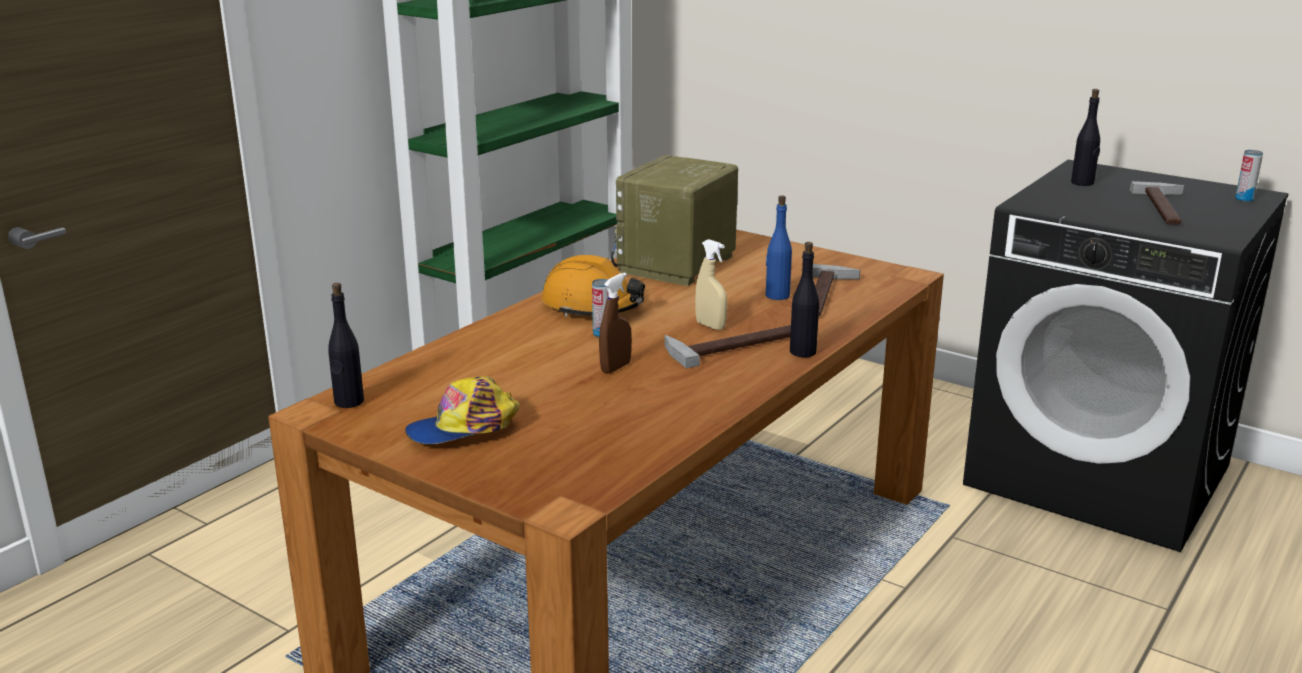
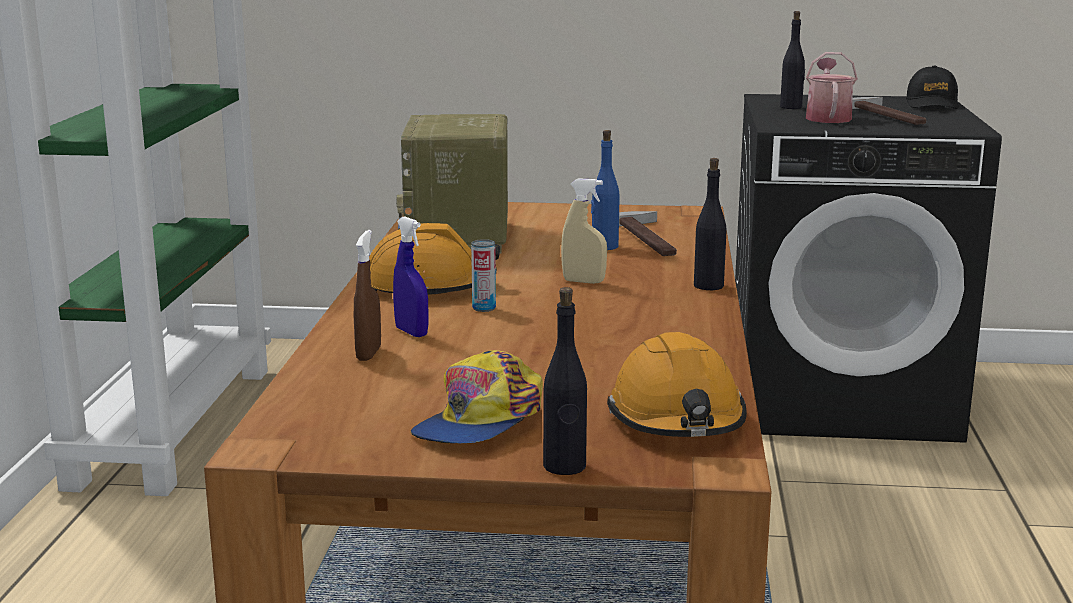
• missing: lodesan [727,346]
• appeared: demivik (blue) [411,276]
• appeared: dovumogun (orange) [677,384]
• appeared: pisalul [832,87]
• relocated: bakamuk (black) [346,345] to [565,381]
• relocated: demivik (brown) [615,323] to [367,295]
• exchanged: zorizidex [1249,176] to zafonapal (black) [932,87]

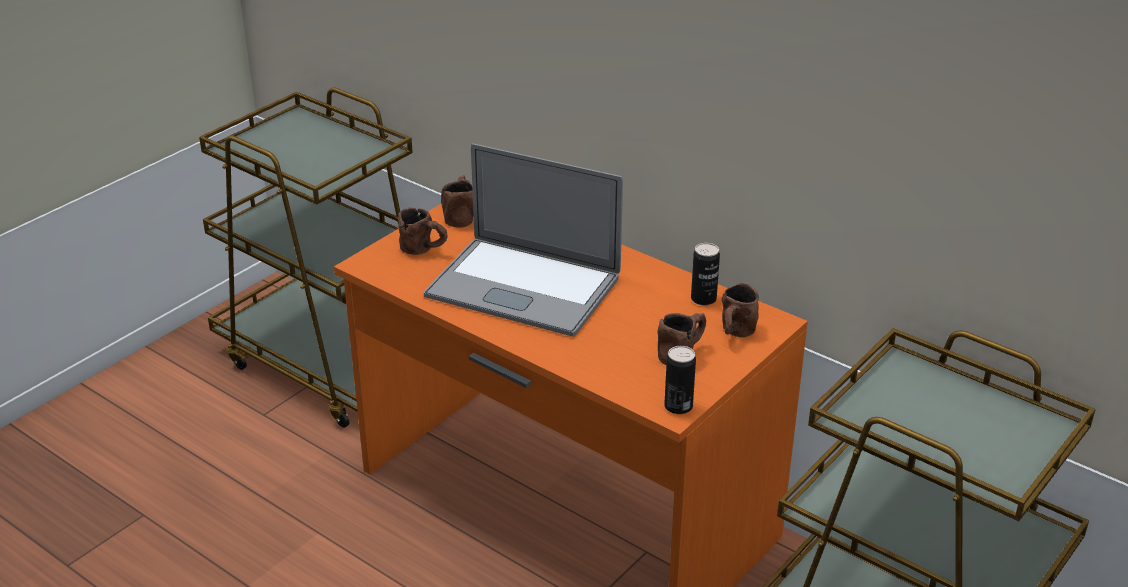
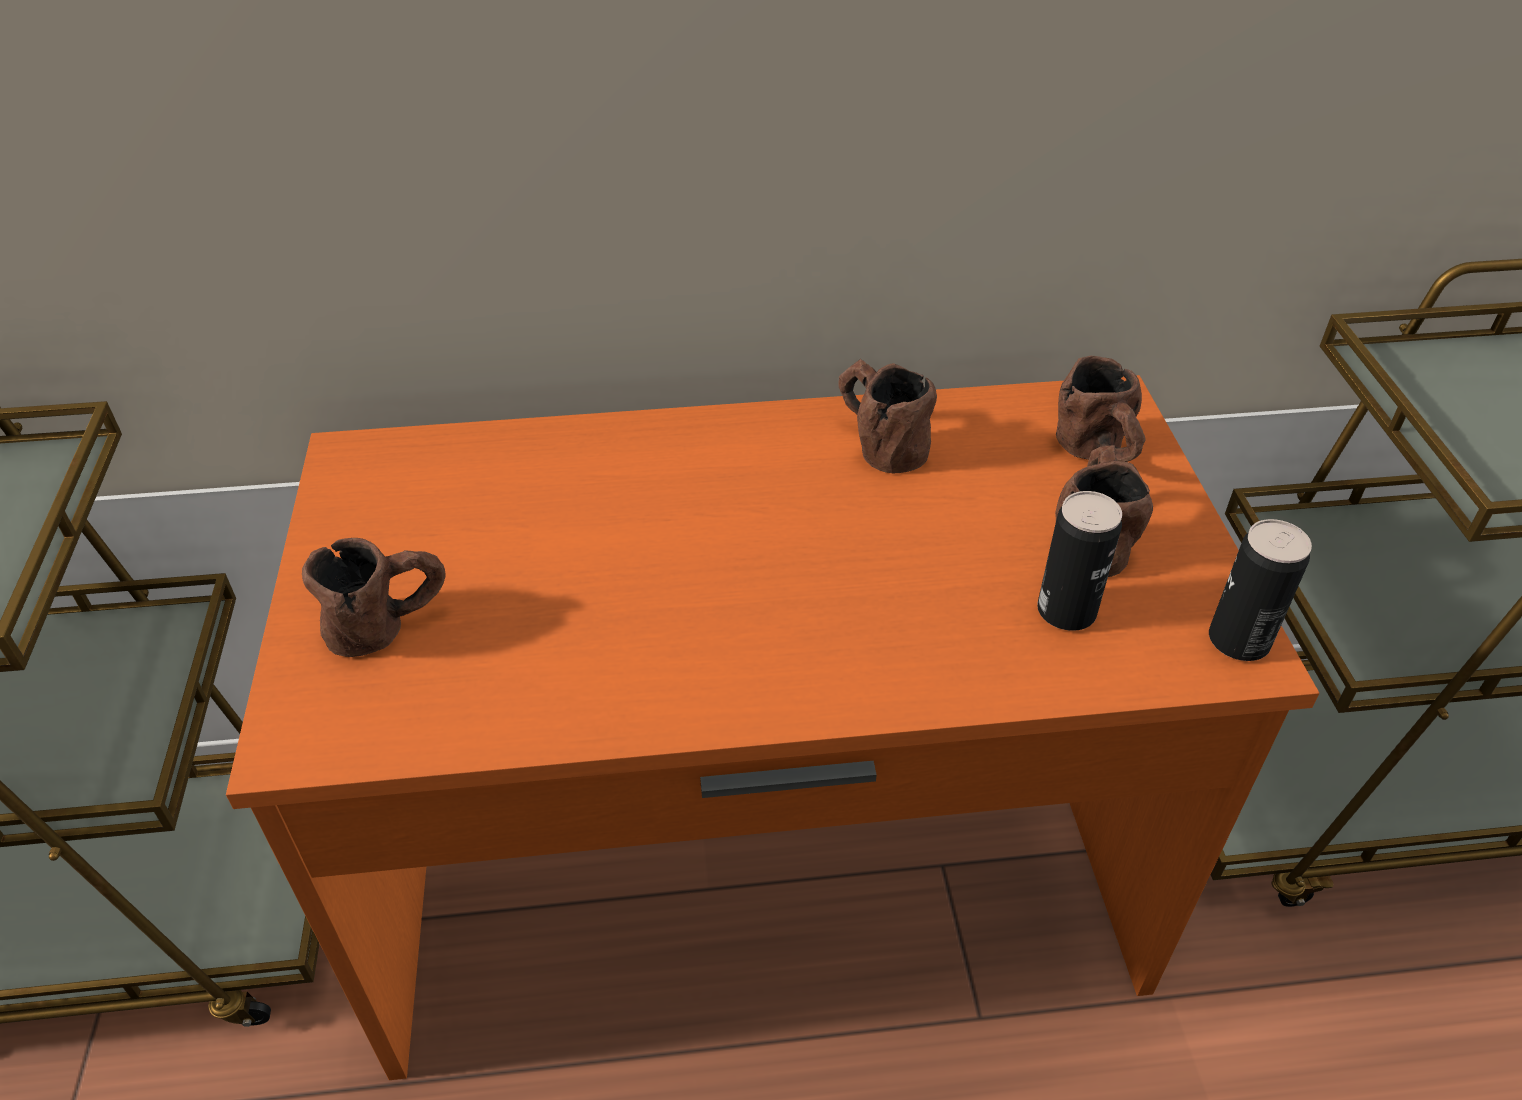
• missing: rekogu [523,240]
• relocated: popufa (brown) [457,201] to [887,416]
• relocated: zorizidex [705,274] to [1079,561]

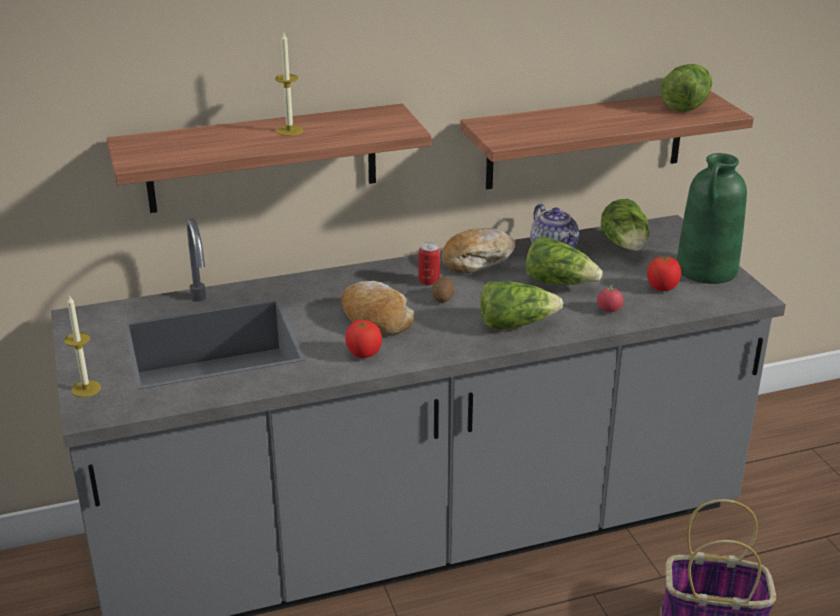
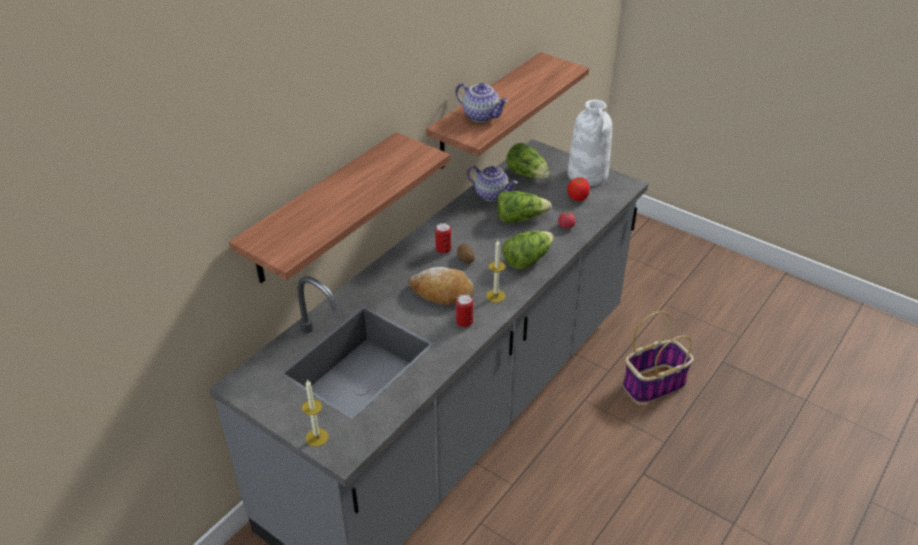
• missing: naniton [478,250]
• missing: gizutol [686,88]
• appeared: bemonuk [481,102]
• relocated: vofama [289,84] to [495,271]
• exchanged: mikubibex [363,339] to zorizidex [464,310]
• colour: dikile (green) [712,218] to dikile (white) [590,143]

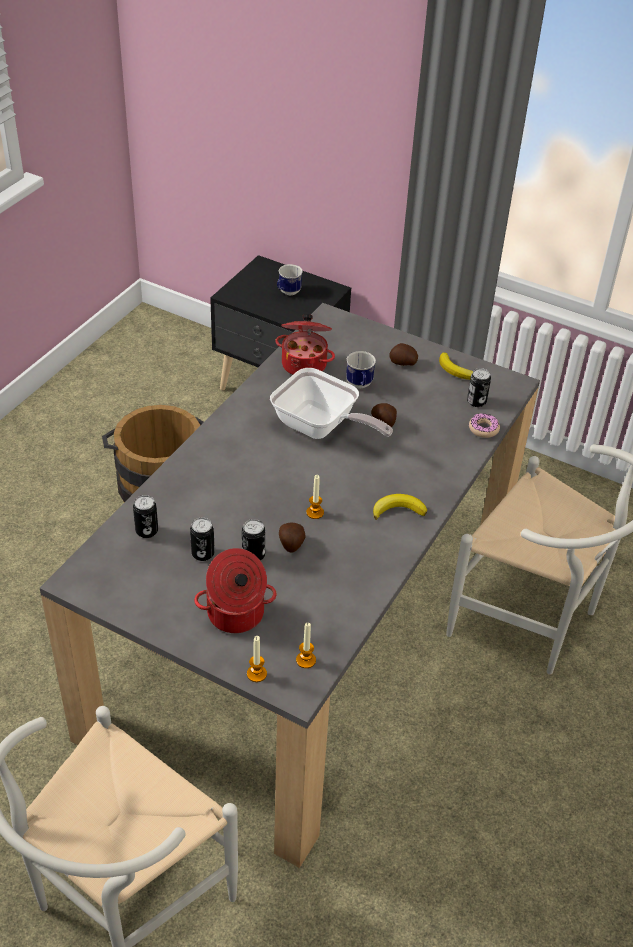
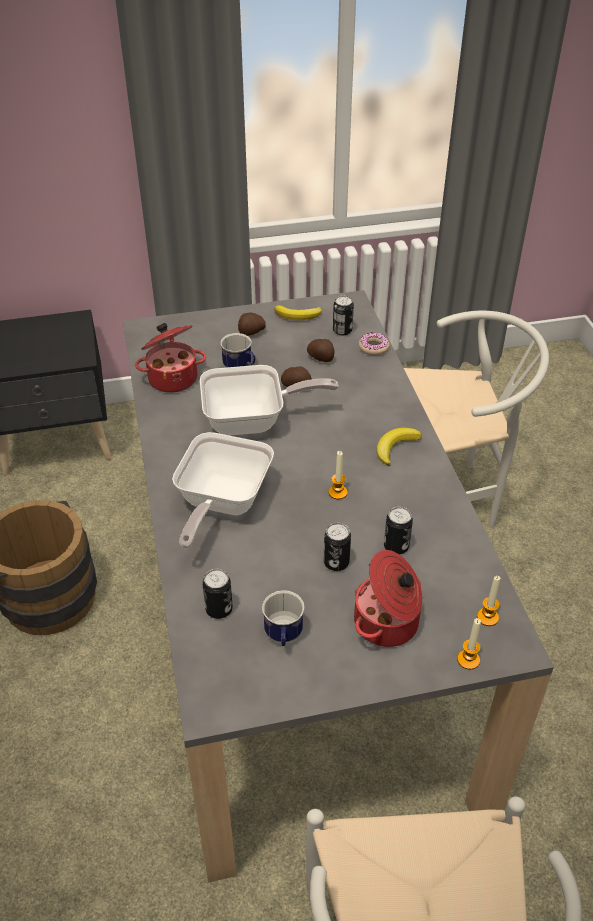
• appeared: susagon [223,490]
• relocated: zorizidex [202,539] to [398,531]
• relocated: popufa [290,279] to [283,618]
• relocated: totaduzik [292,538] to [320,350]

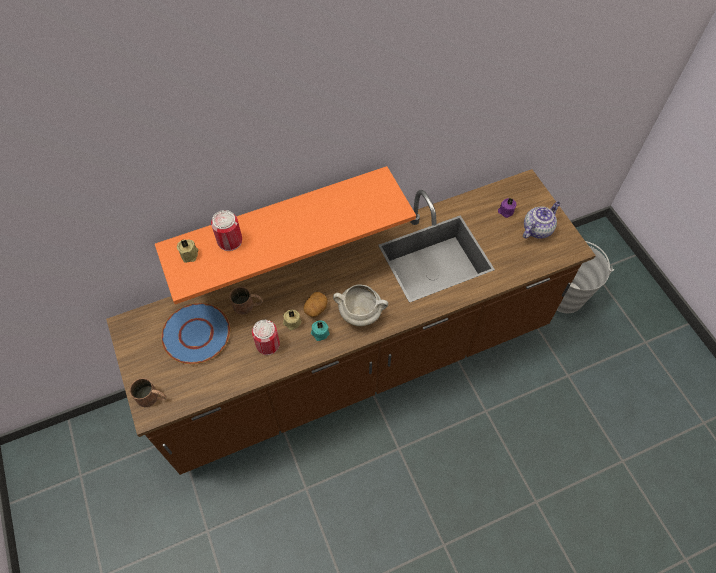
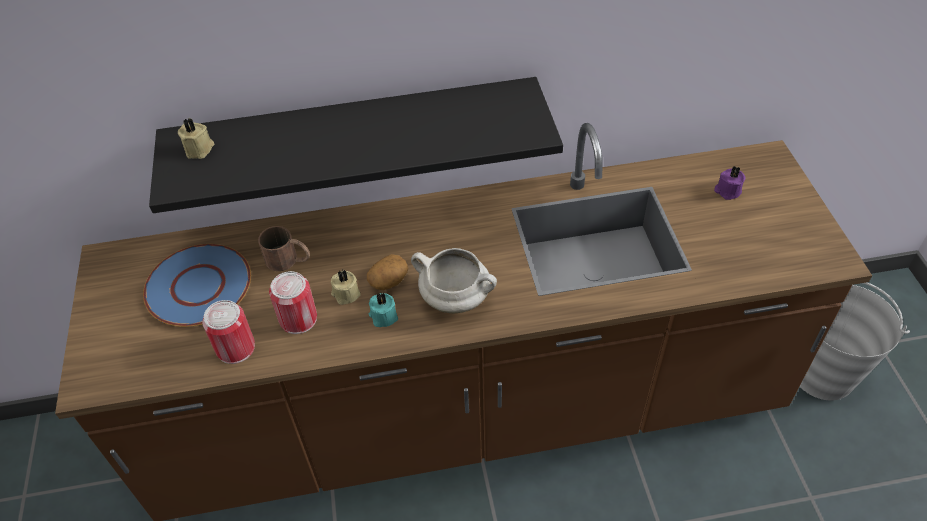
• missing: popufa (brown) [148,392]
• missing: bemonuk [541,220]
• relocated: zorizidex [226,230] to [228,332]
• colour: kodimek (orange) [285,235] to kodimek (black) [356,145]

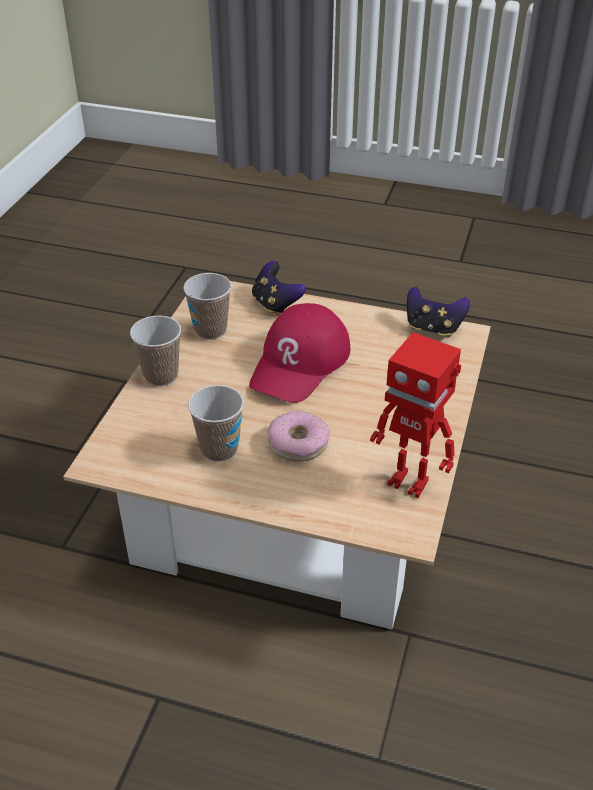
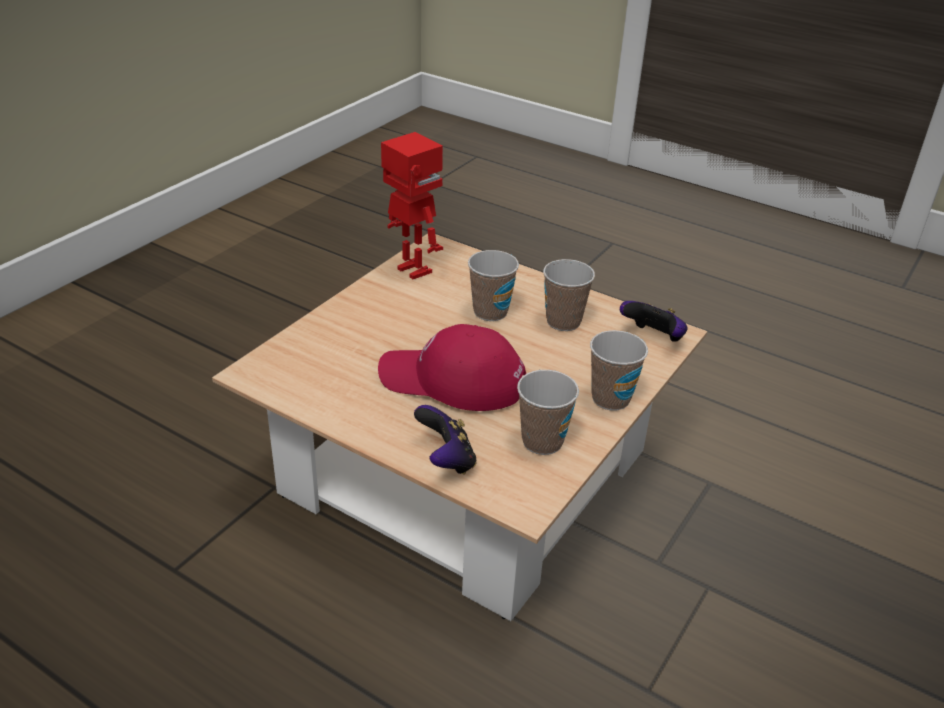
• relocated: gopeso [438,312] to [654,321]
• exchanged: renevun [298,436] to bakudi [493,285]
• spun: zafonapal (red) [300,353] = [452,367] 120 degrees counterclockwise

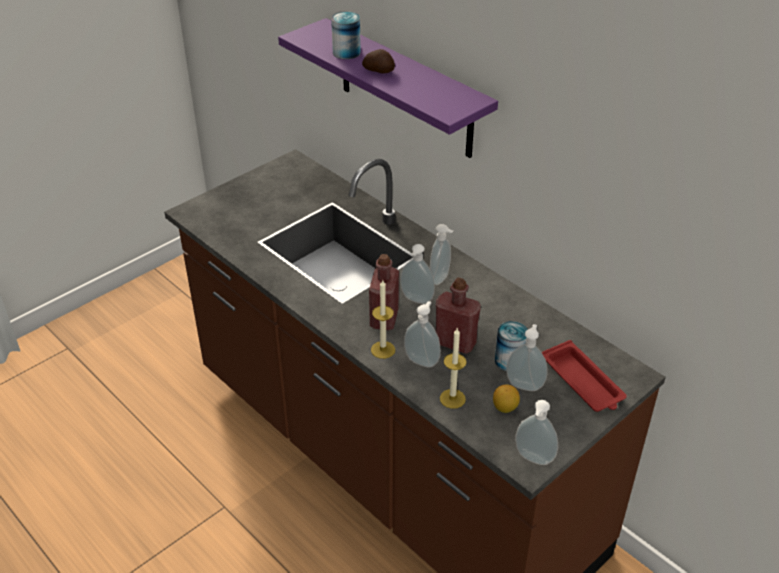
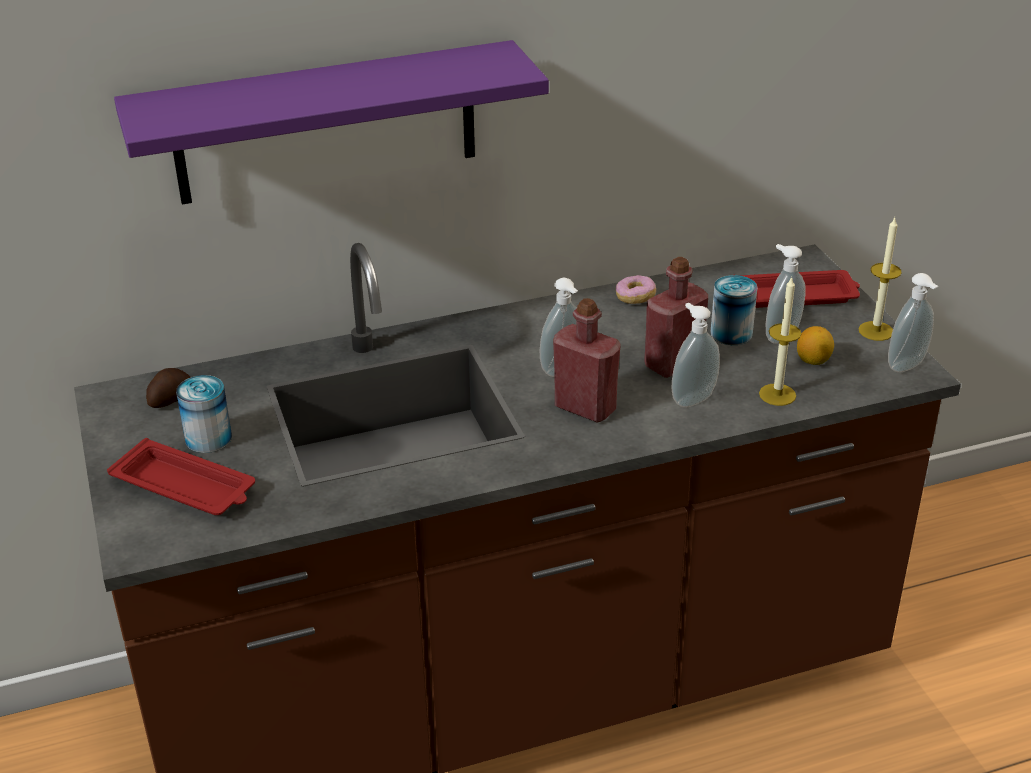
• missing: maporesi [441,254]
• appeared: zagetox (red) [181,476]
• appeared: renevun [636,289]
• relocated: zorizidex [346,35] to [204,414]
• relocated: totaduzik [378,61] to [168,388]
• relocated: vofama [383,319] to [880,279]

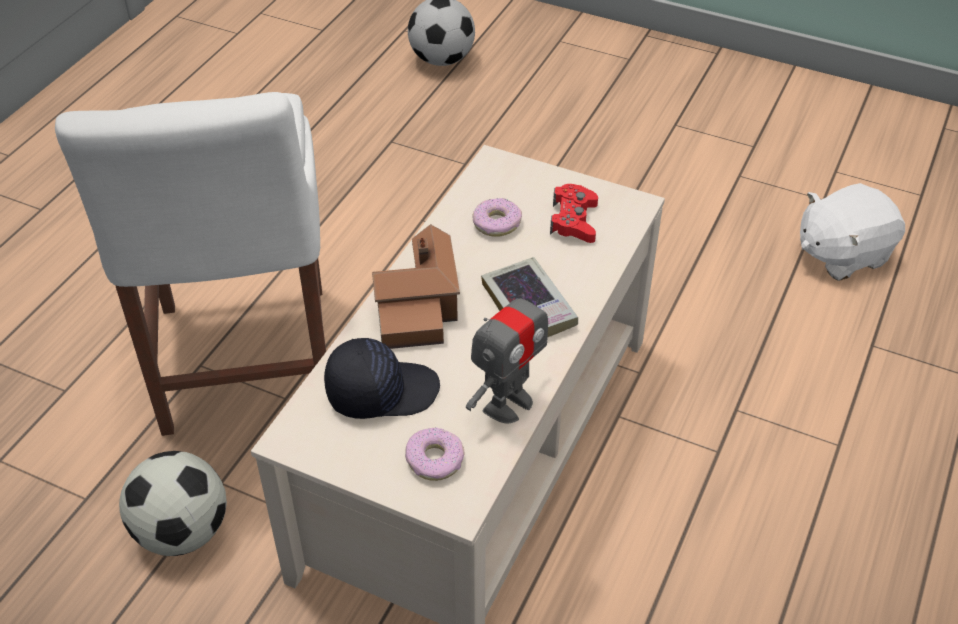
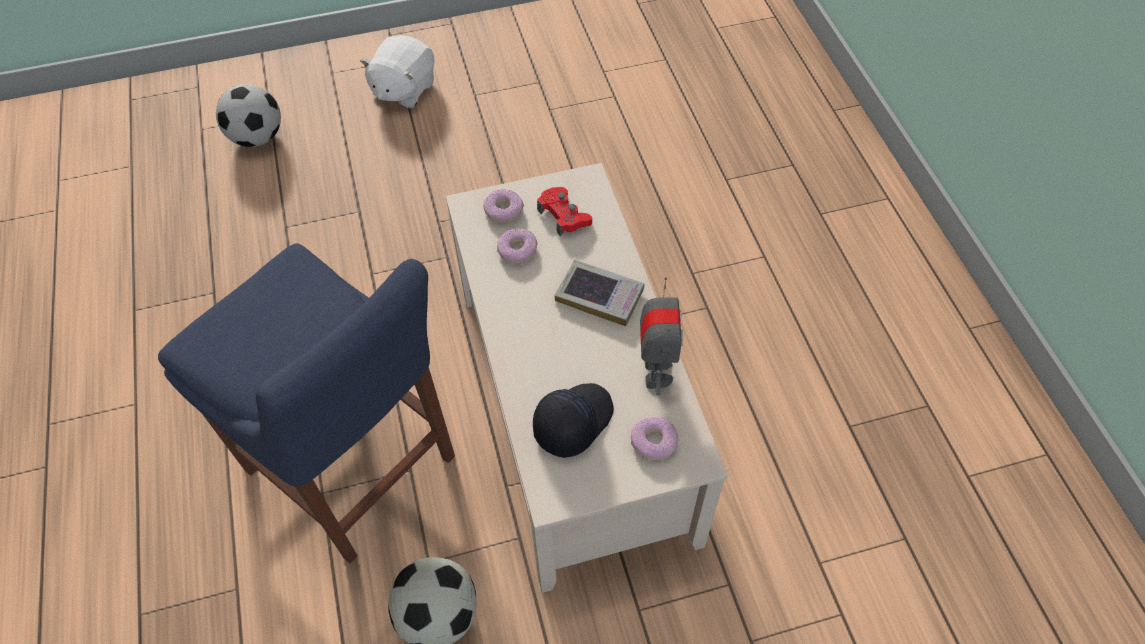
• missing: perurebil [416,286]
• appeared: renevun [503,206]
• relocated: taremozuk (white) [852,232] to [397,72]
• colour: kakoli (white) [190,264] to kakoli (blue) [306,403]

